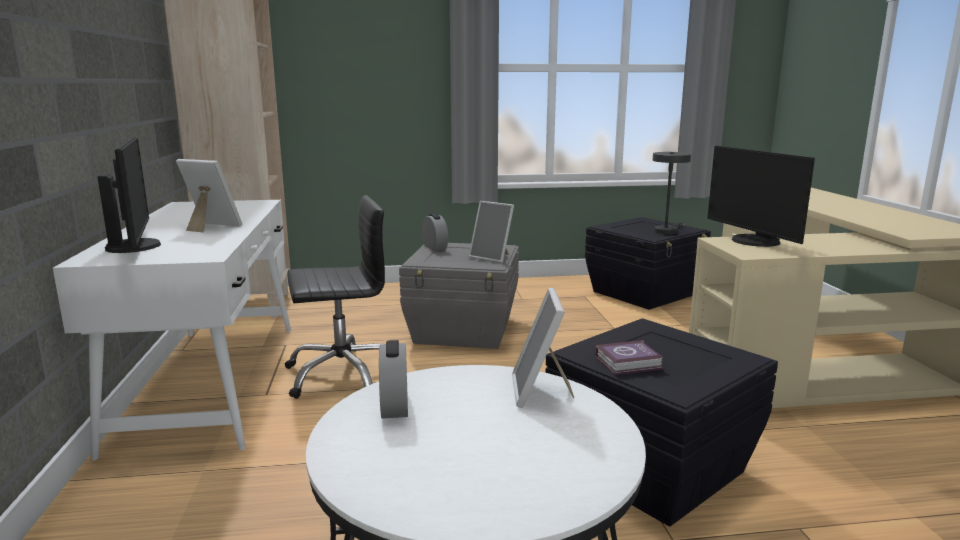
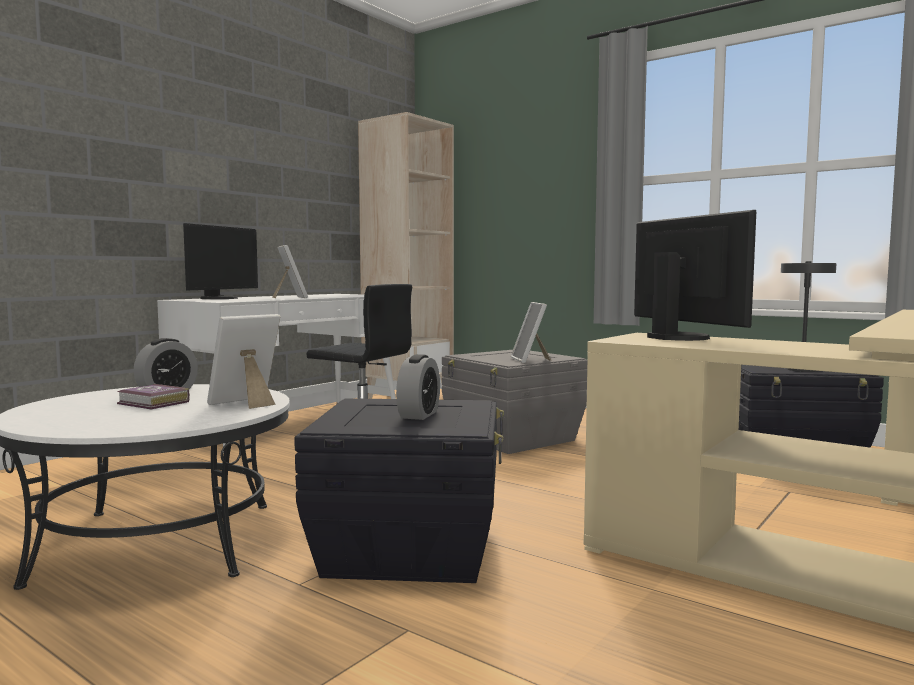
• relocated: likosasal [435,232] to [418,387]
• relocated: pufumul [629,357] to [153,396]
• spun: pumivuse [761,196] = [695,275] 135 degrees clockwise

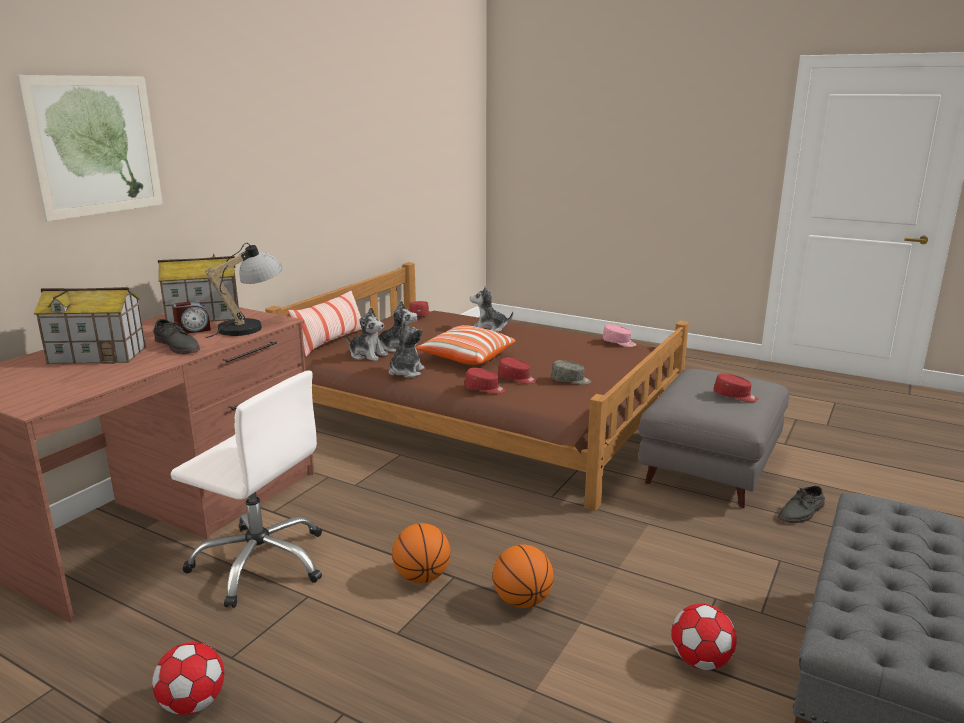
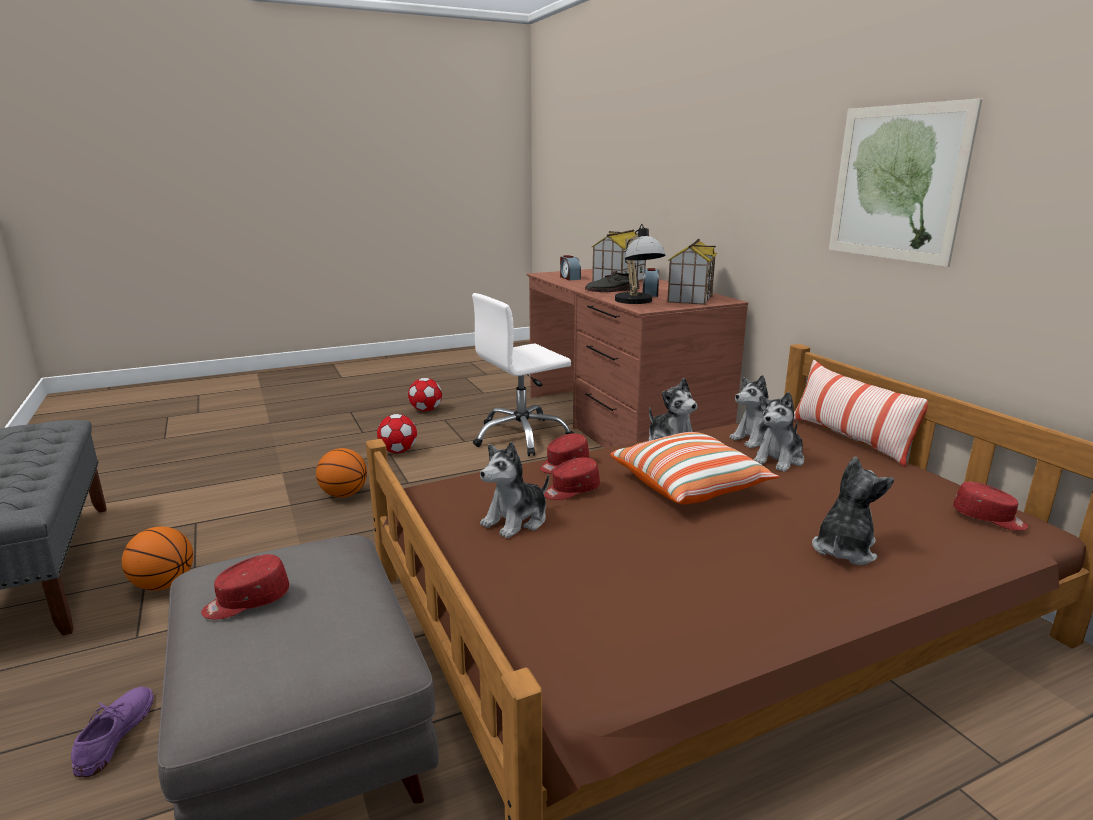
• missing: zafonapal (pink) [619,335]
• appeared: likosasal [570,267]
• relocated: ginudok [90,148] to [905,182]
• relocated: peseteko [421,553] to [157,559]
• relocated: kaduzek [704,637] to [397,433]
• exchanged: zafonapal (grey) [571,372] to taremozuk [514,490]
• colour: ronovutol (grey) [801,504] to ronovutol (purple) [112,732]

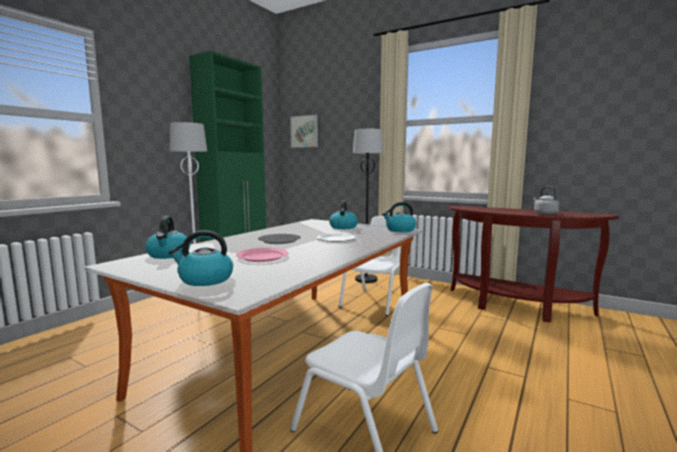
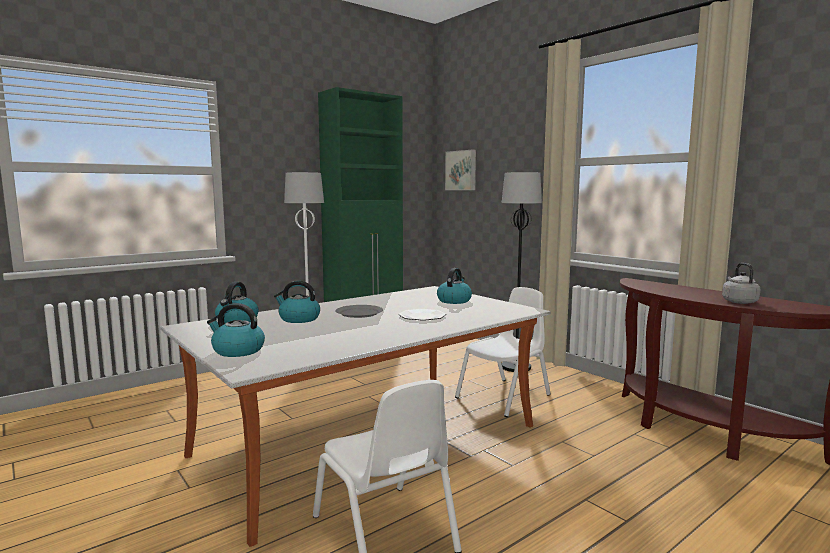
• missing: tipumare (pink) [262,255]
• relocated: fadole [399,217] to [297,302]

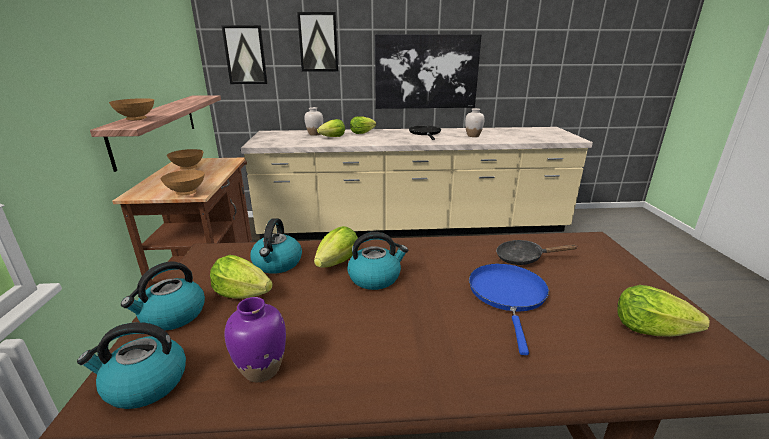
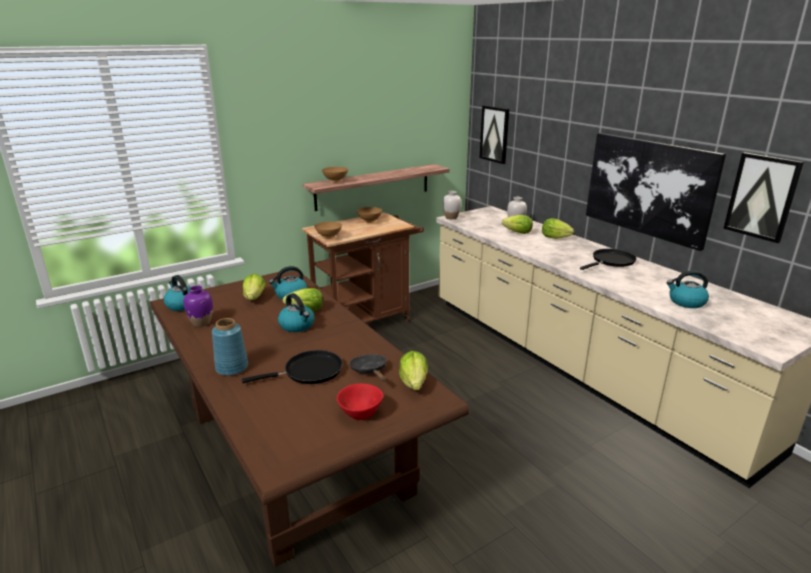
• appeared: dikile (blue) [230,347]
• appeared: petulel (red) [360,401]
• relocated: fadole [163,296] to [688,289]
• relocated: ginudok [317,42] to [763,197]
• relocated: dikile (white) [474,122] to [452,205]
• relocated: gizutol [663,311] to [413,370]
• colour: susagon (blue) [509,309] to susagon (black) [291,367]

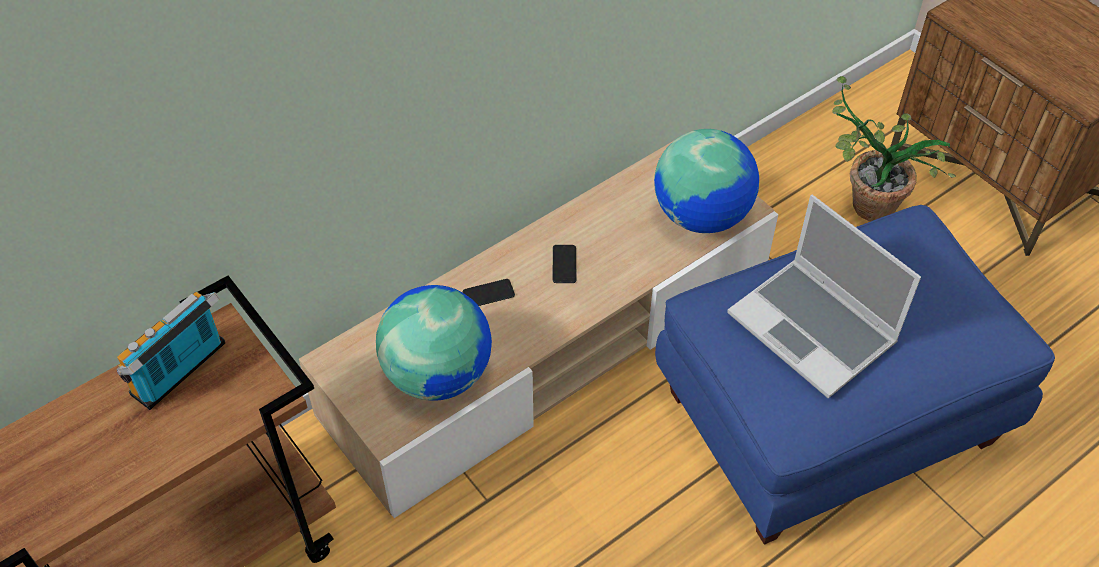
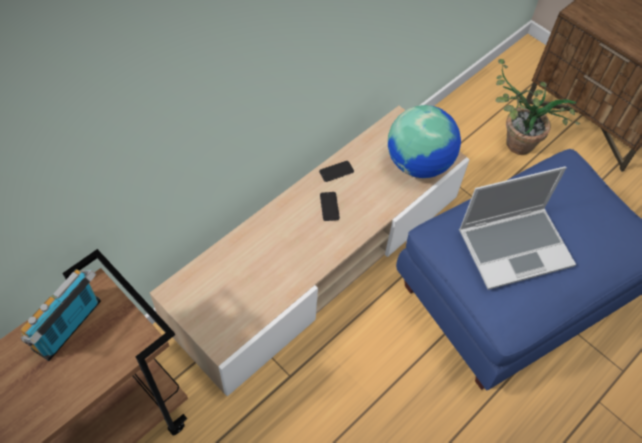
• missing: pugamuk [434,343]
• relocated: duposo [488,292] to [336,171]
• spun: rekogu [824,296] = [517,228] 60 degrees counterclockwise

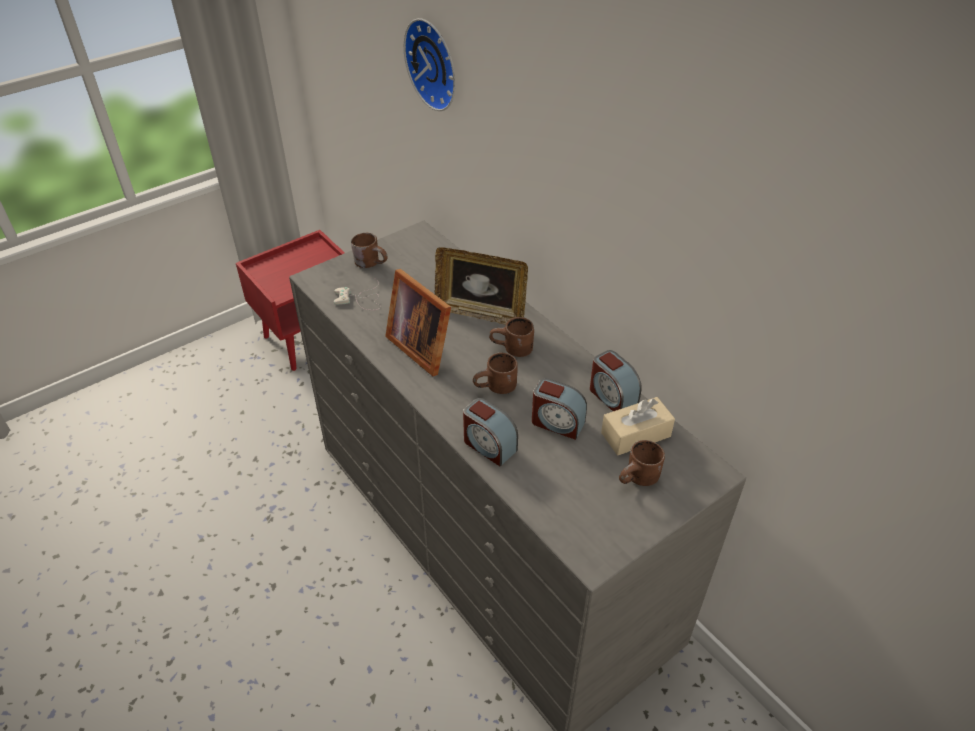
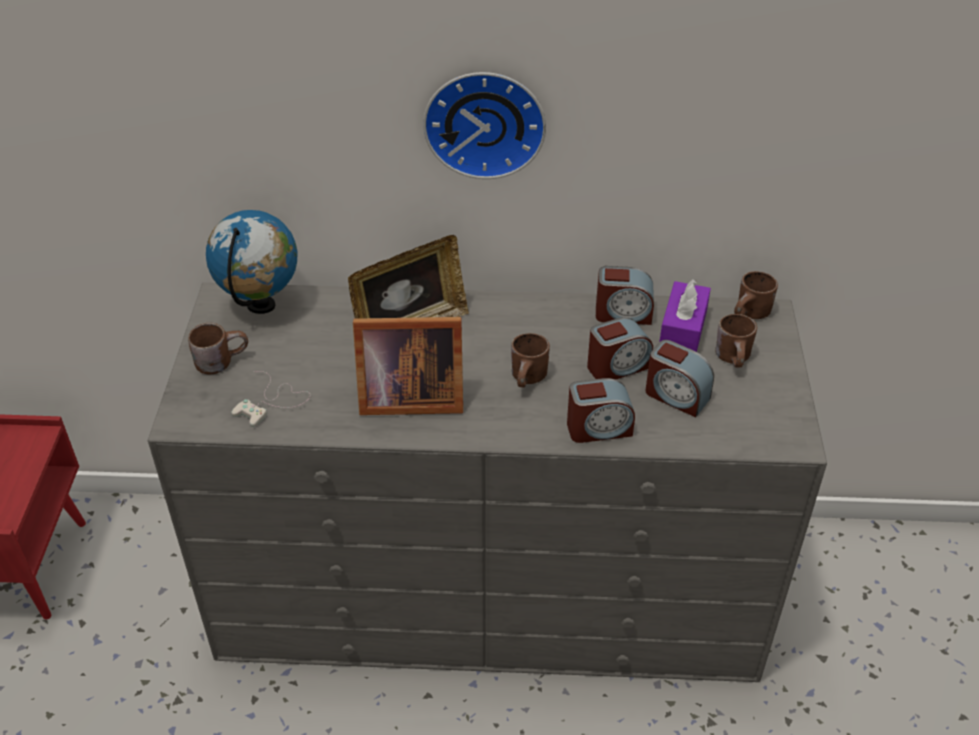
• appeared: pugamuk [251,262]
• appeared: likosasal [679,378]
• relocated: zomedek [429,64] to [484,125]
• relocated: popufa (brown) [511,337] to [756,295]
• colour: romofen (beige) [638,426] to romofen (purple) [685,315]

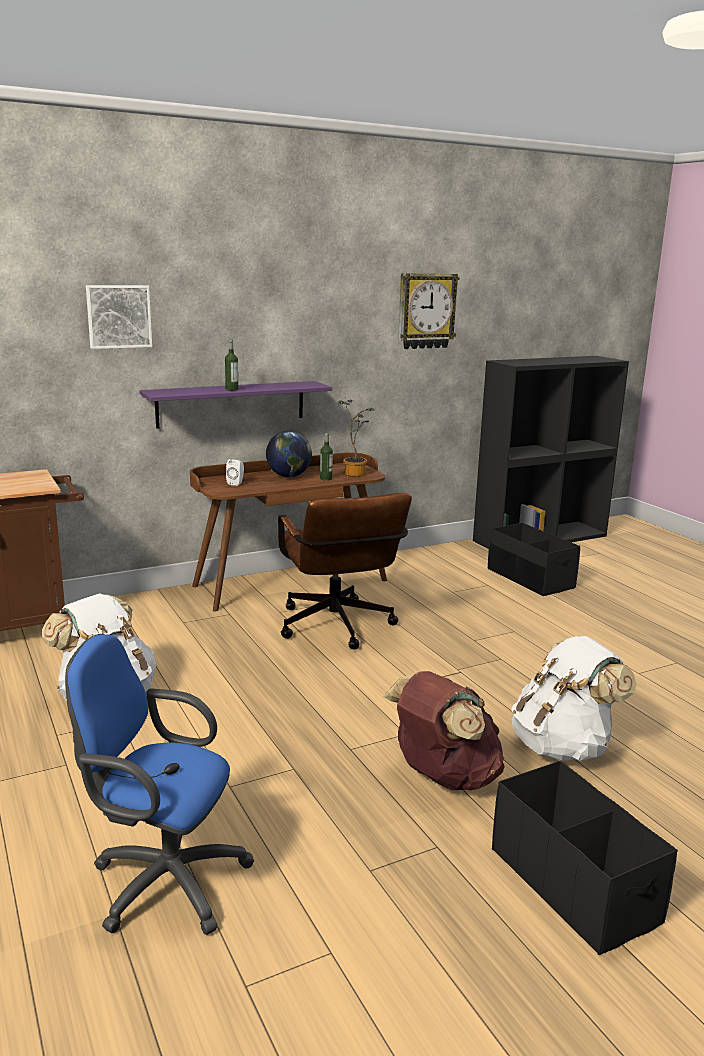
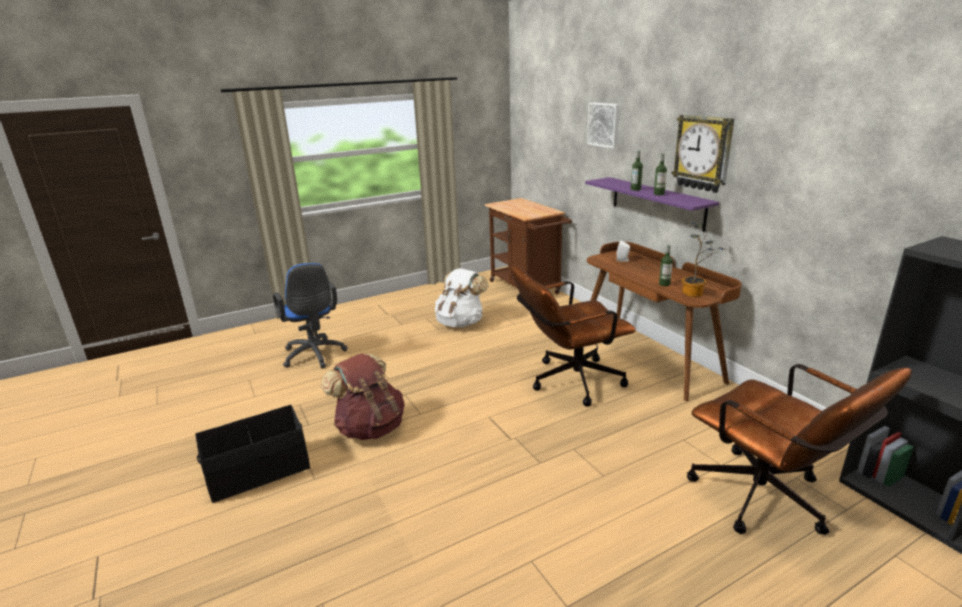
• missing: pugamuk [289,454]
• missing: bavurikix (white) [574,698]
• appeared: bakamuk [660,174]
• relocated: zomedek [429,311] to [703,154]
• exchanged: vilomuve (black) [534,559] to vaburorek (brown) [799,449]
• spun: vaburorek (blue) [159,784] = [310,315] 135 degrees clockwise

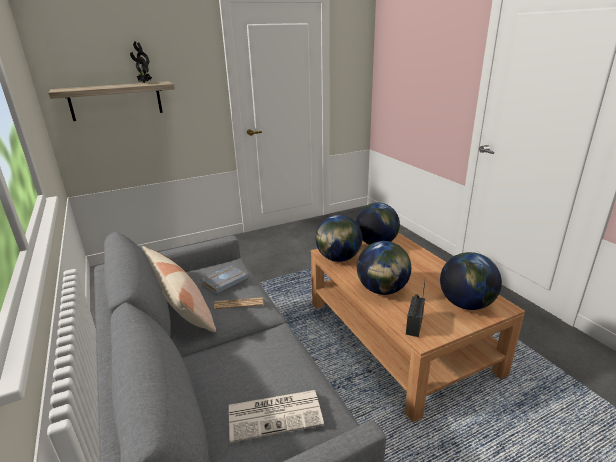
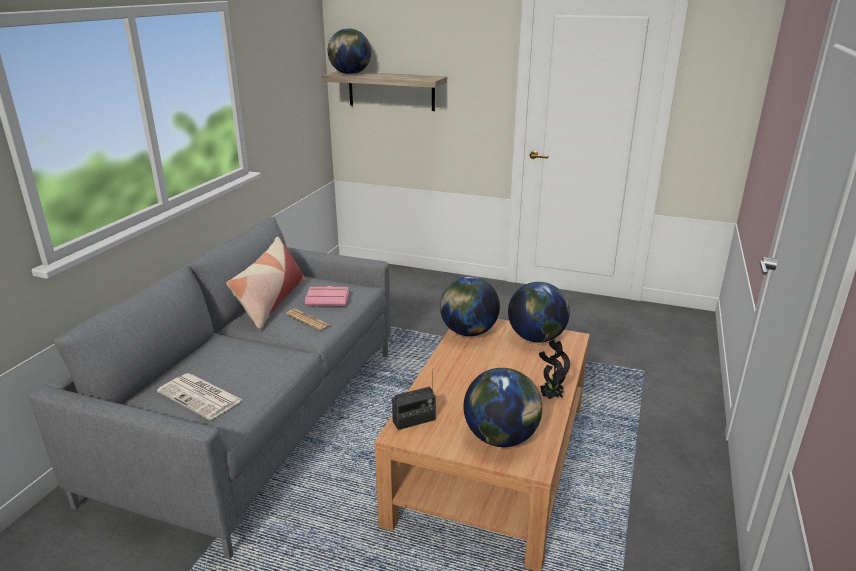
• relocated: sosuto [141,62] to [554,369]
• relocated: pugamuk [384,268] to [349,51]
• colour: pufumul (grey) [225,280] to pufumul (pink) [327,296]

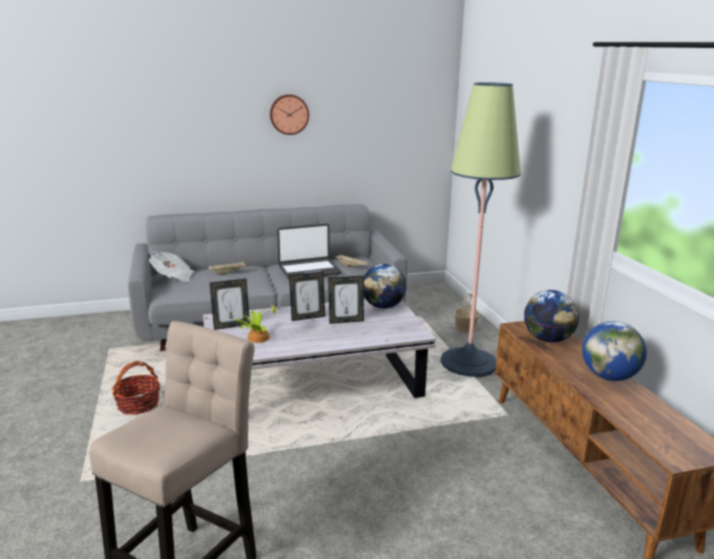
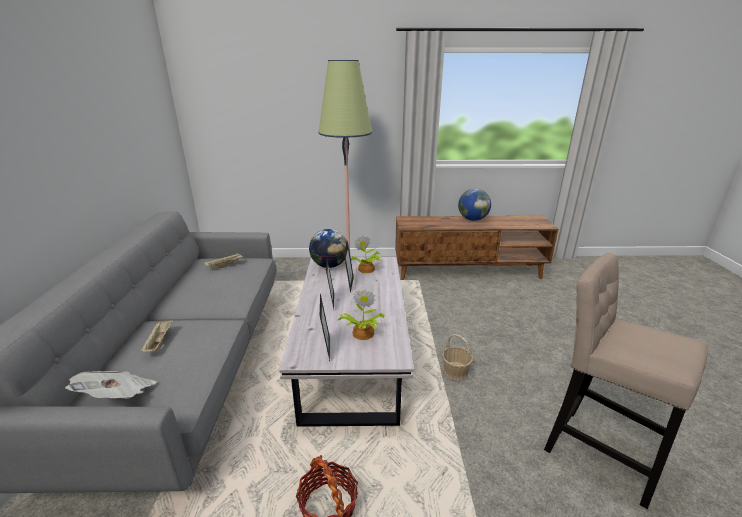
• missing: zomedek [289,114]
• missing: rekogu [309,251]
• missing: pugamuk [551,316]
• appeared: sosuto [366,254]
• relocated: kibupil [467,313] to [457,357]

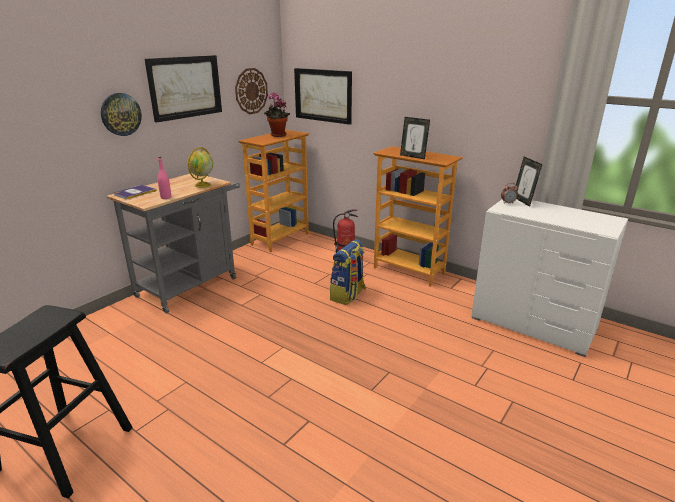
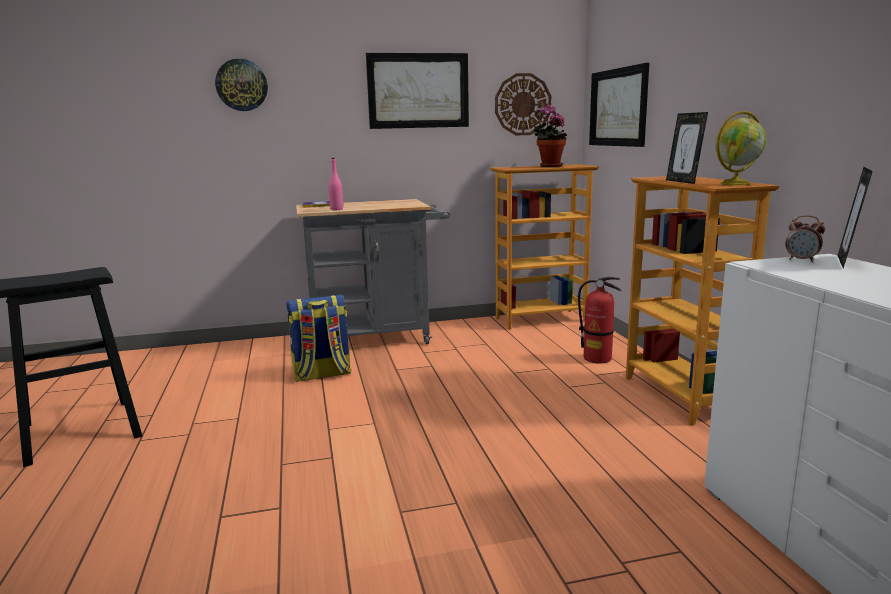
• relocated: zomedek [121,114] to [241,85]
• relocated: pugamuk [200,167] to [741,148]
• relocated: bavurikix [348,272] to [319,338]

